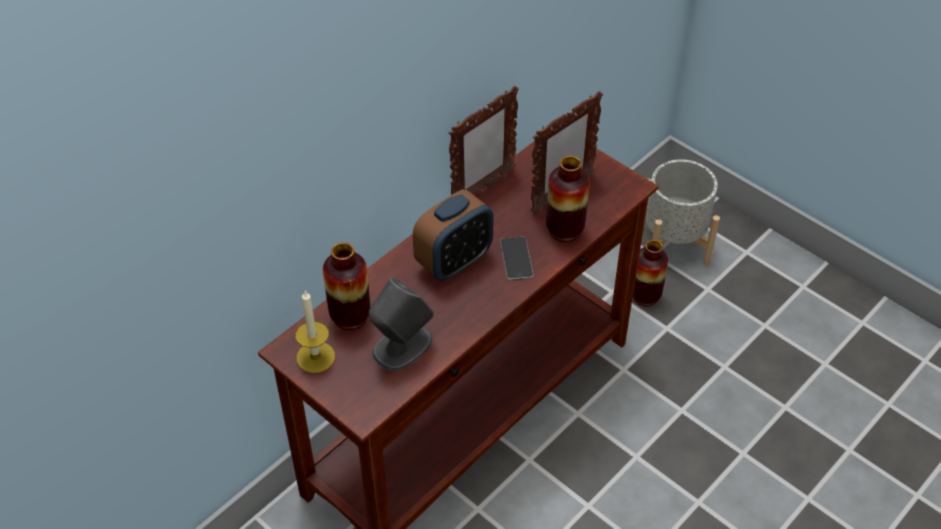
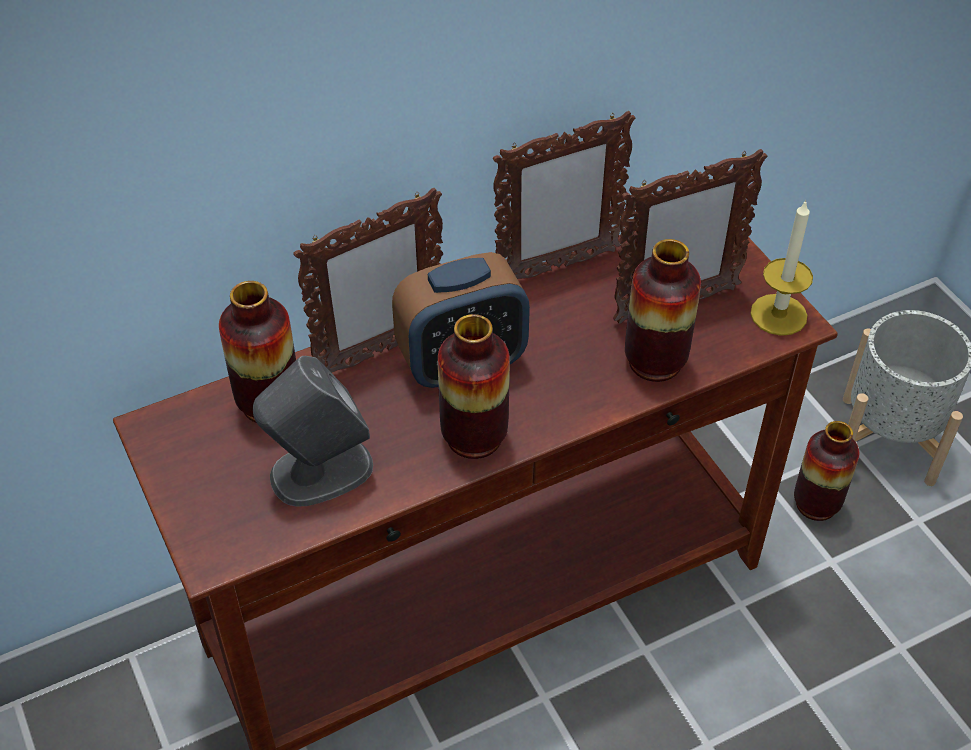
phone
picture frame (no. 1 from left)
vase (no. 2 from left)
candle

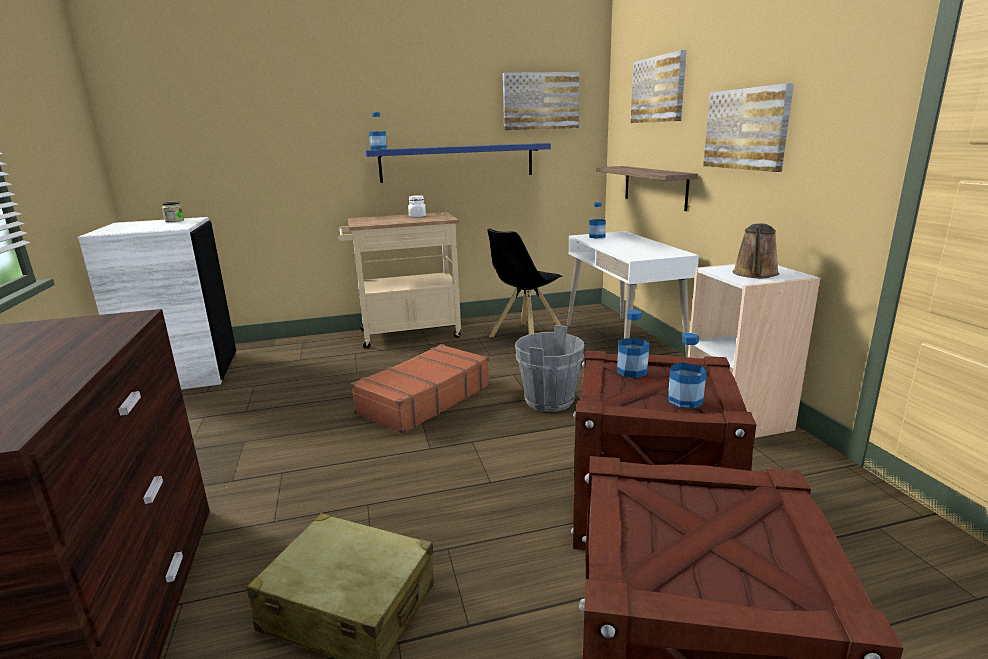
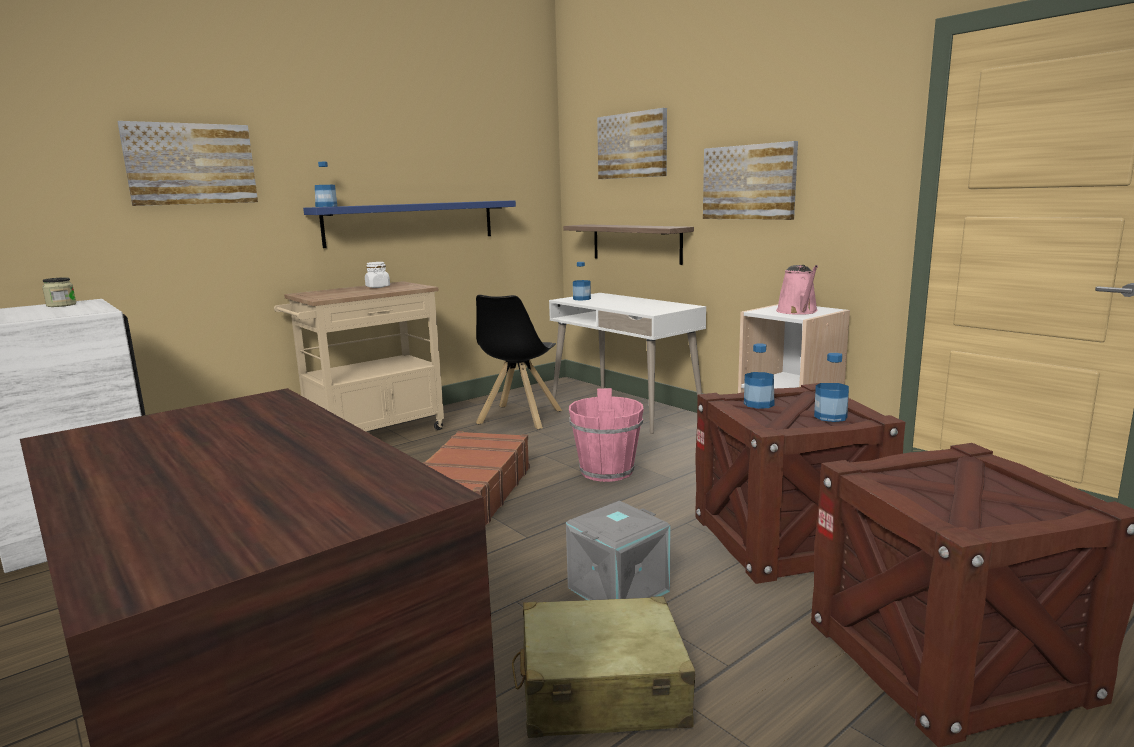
storage box in grey
picture (no. 1 from left)
bucket in pink
watering can in pink

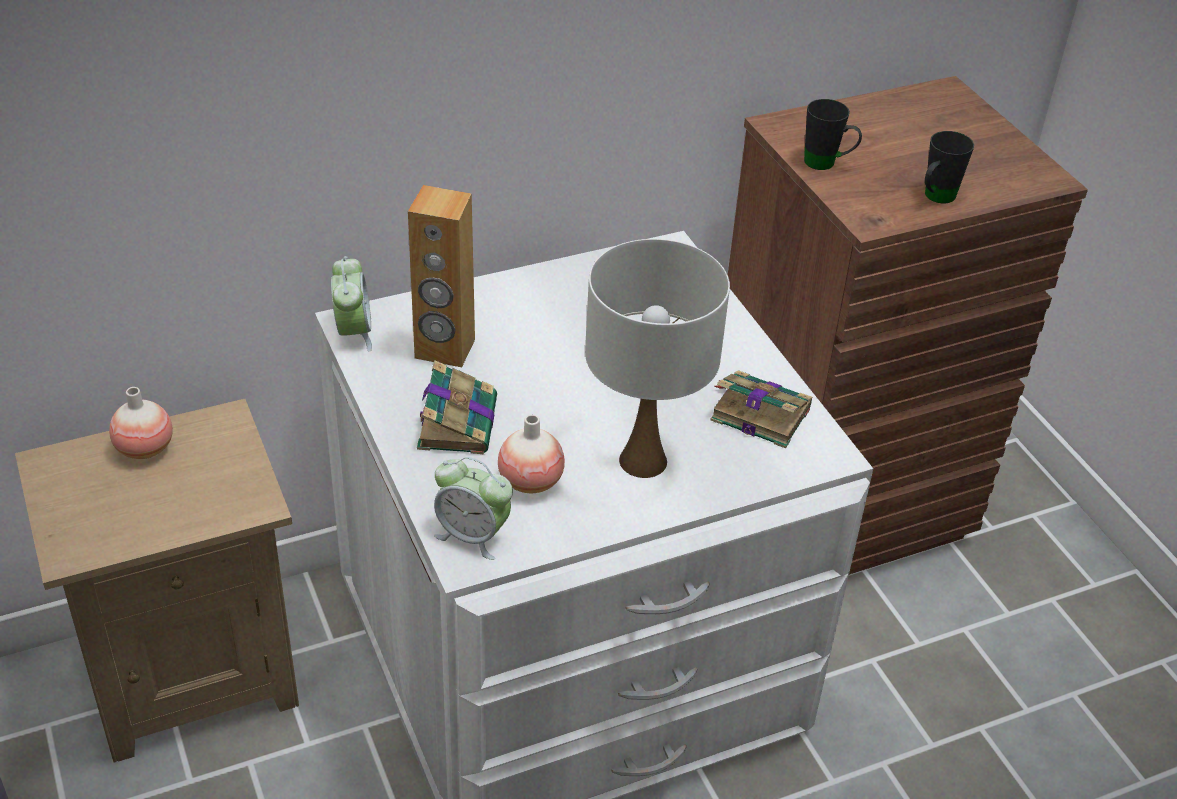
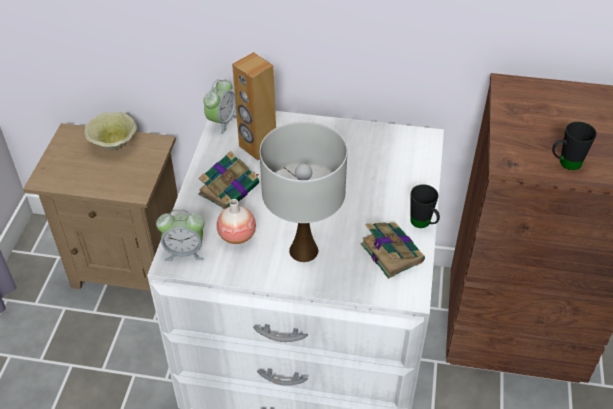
mug in black (no. 1 from left)
bowl in beige
alarm clock (no. 1 from left)

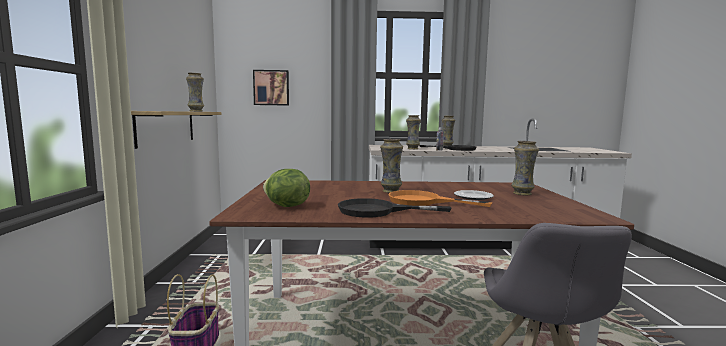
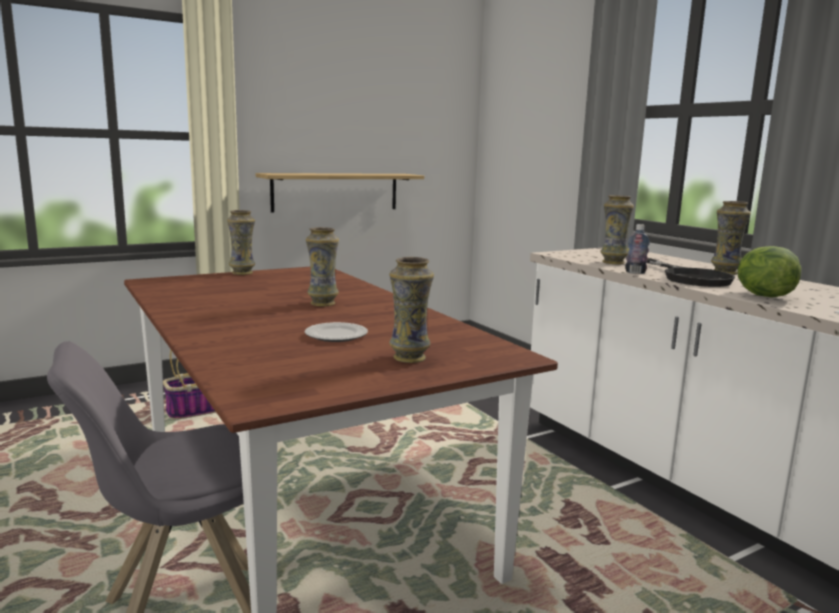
picture
frying pan in black (no. 1 from left in the first image)
frying pan in orange
vase (no. 1 from left)
lettuce

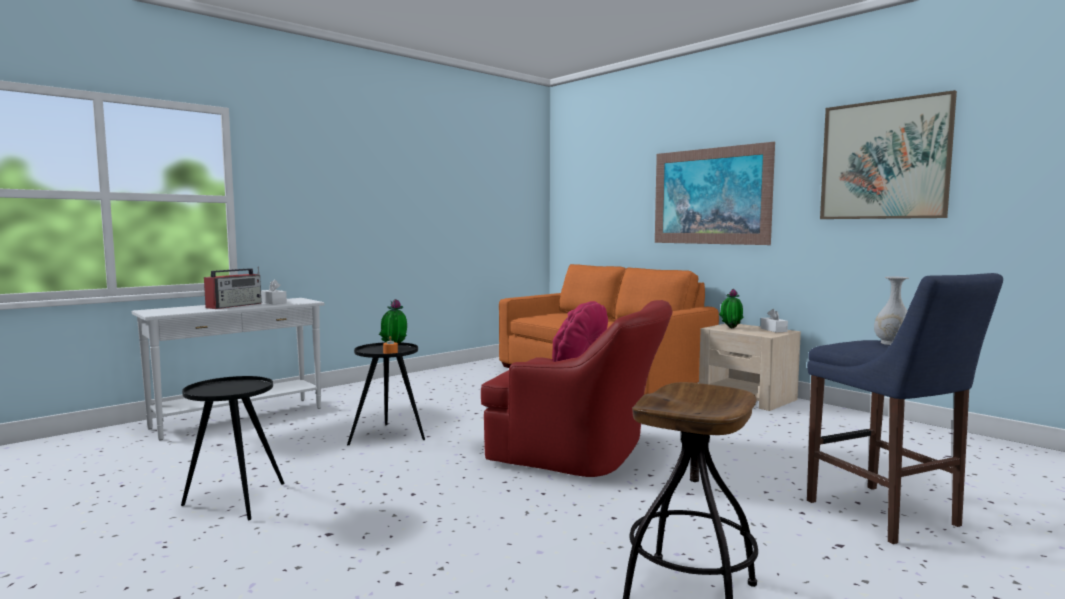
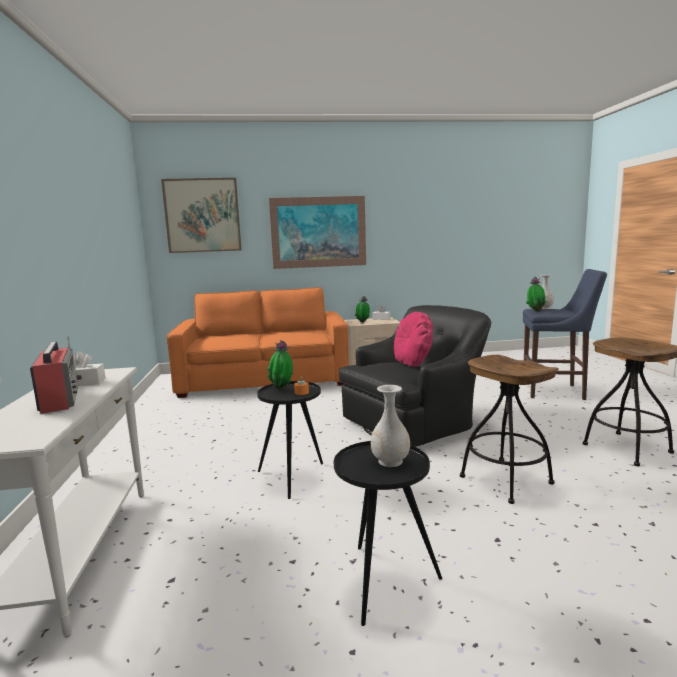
vase in white (no. 1 from left)
stool in brown (no. 1 from left)
potted plant (no. 3 from left)
picture (no. 1 from left)
armchair in black

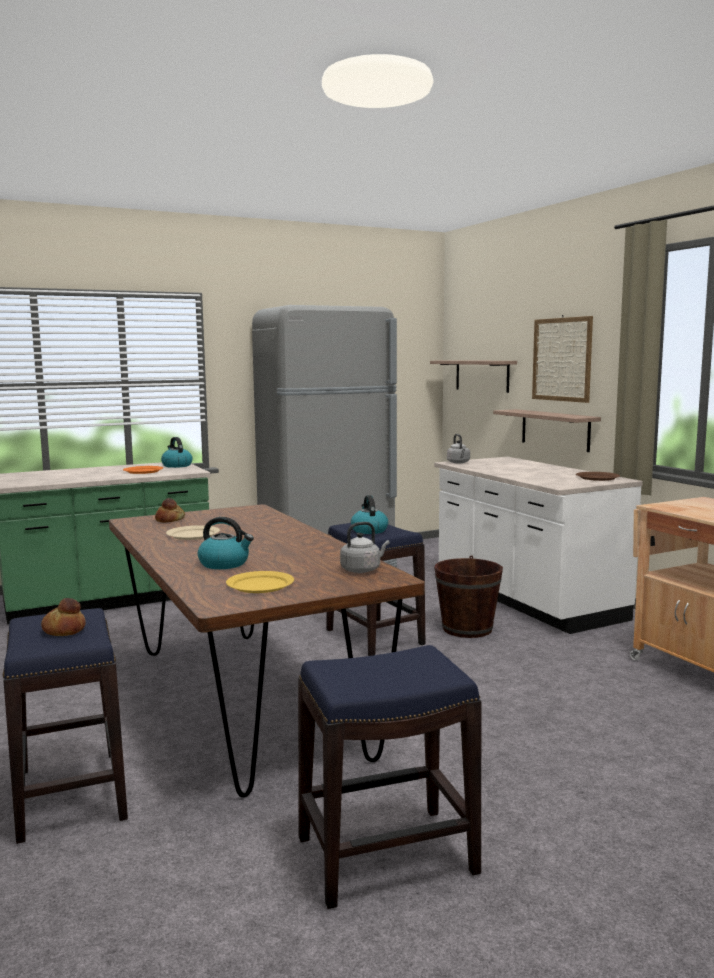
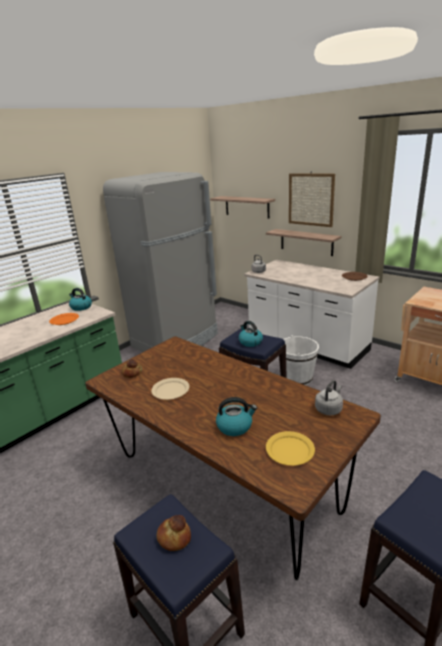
bucket in white

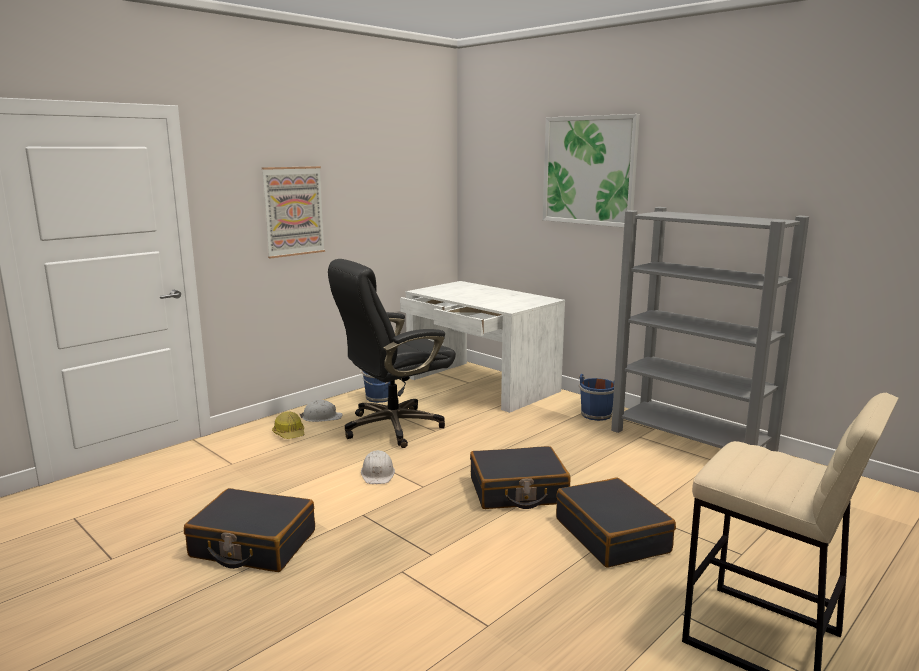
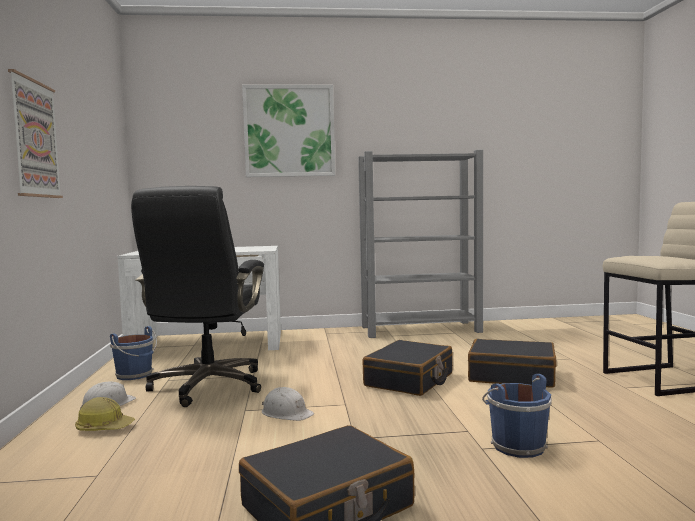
bucket in blue (no. 2 from left)

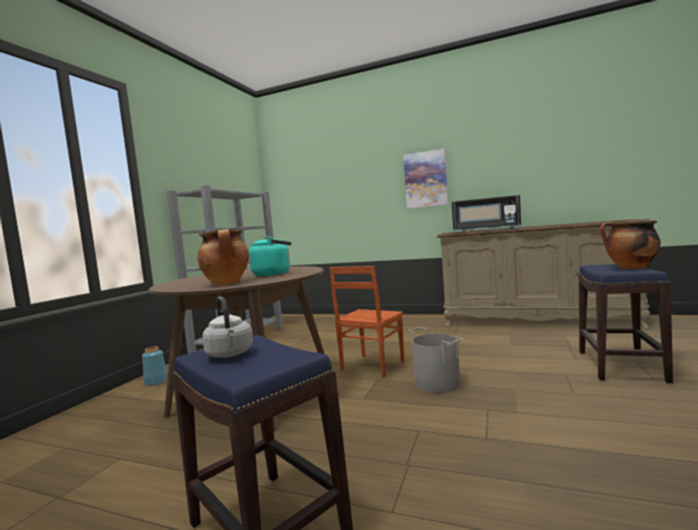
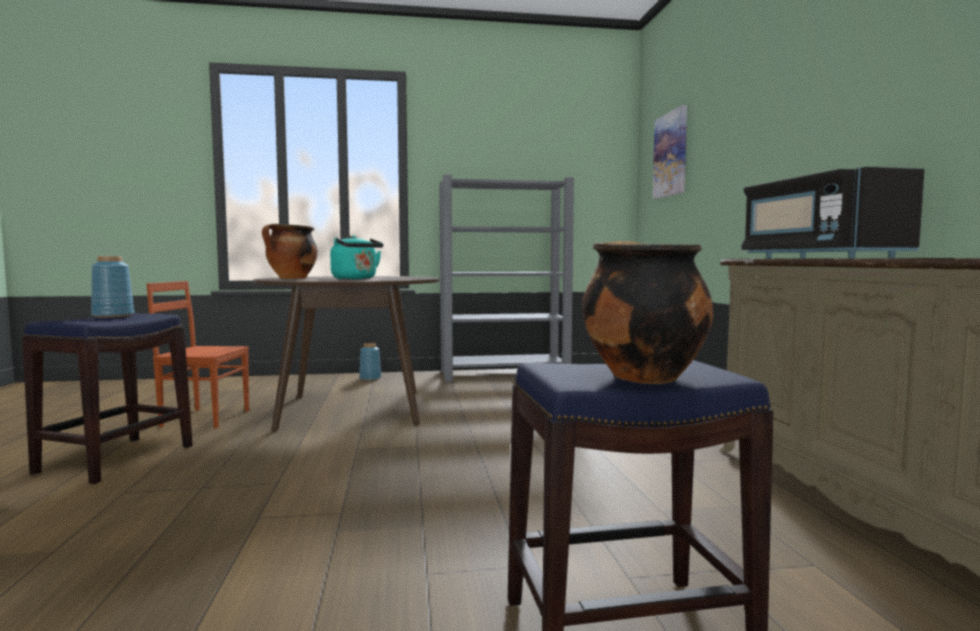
bucket in grey
chair in brown
picture
vase in blue (no. 1 from left)

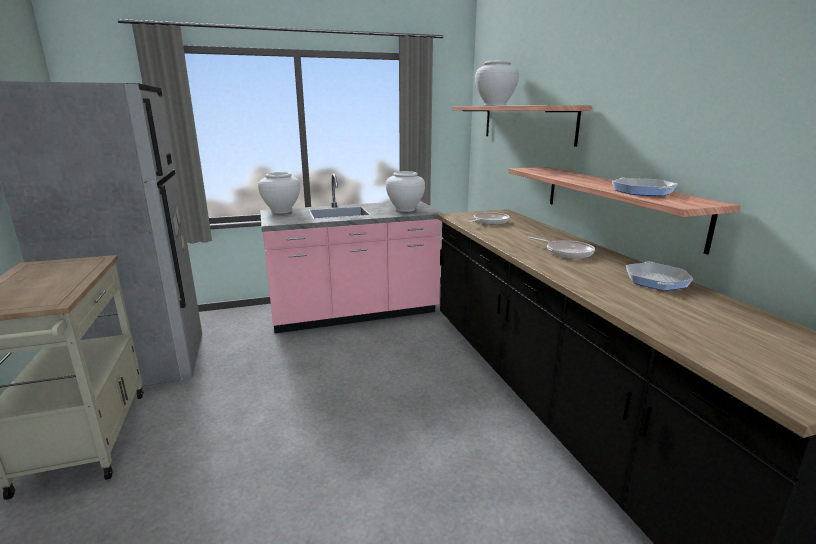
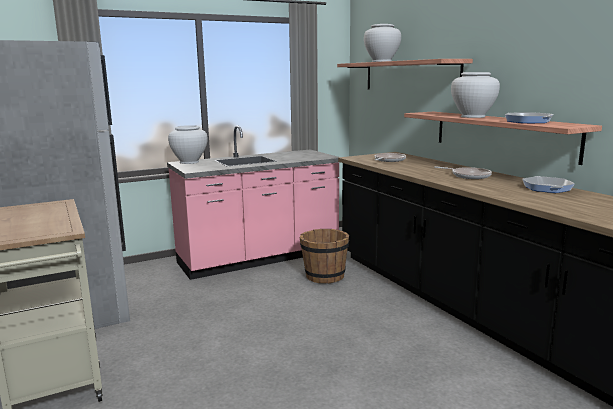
bucket in brown
vase in white (no. 3 from left)

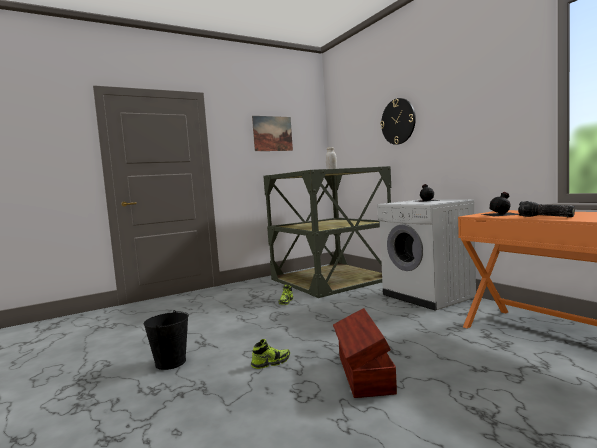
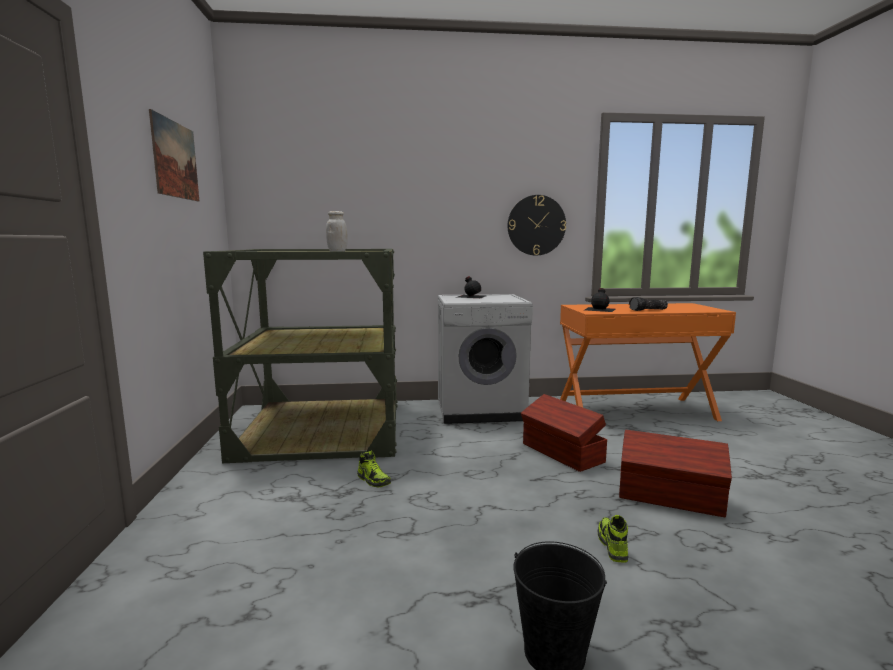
storage box in brown (no. 1 from left)
wall clock

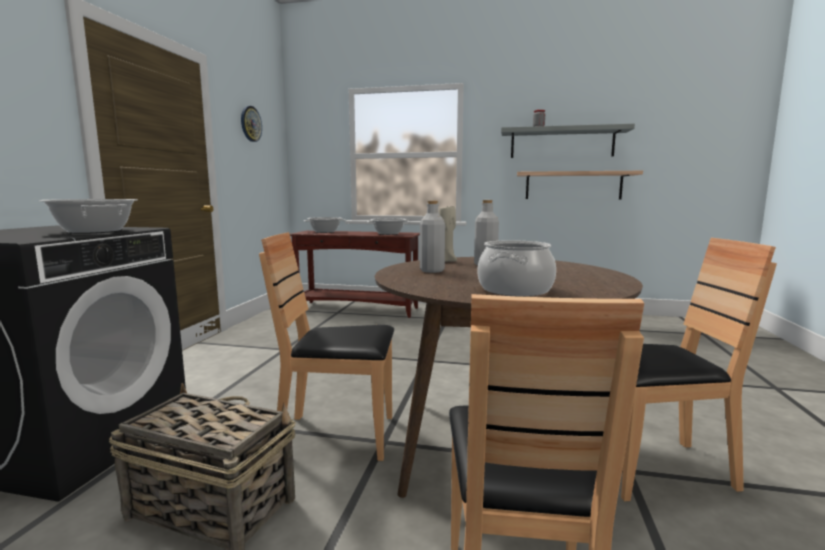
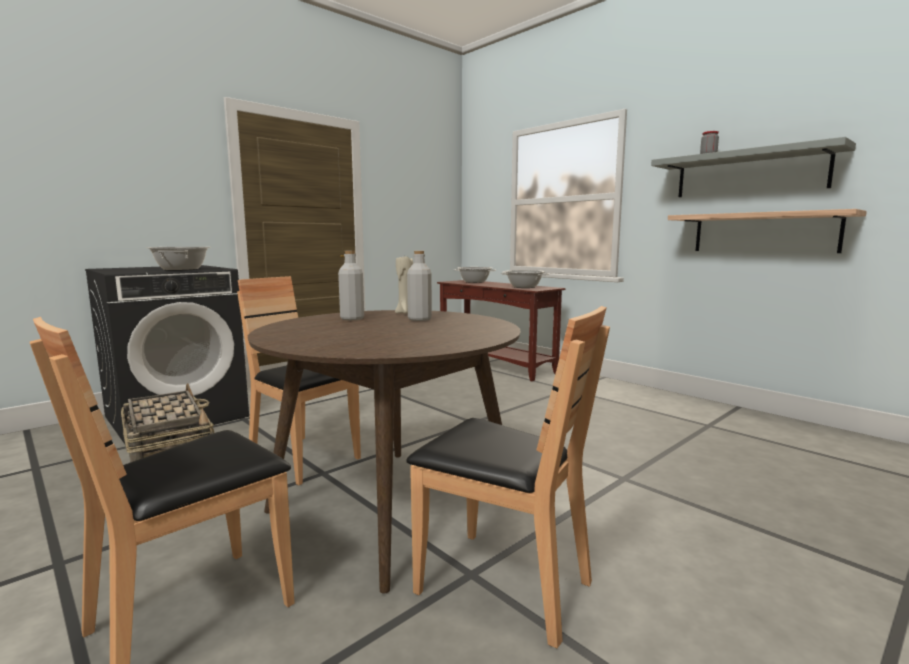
wall clock
cooking pot (no. 4 from left in the first image)

